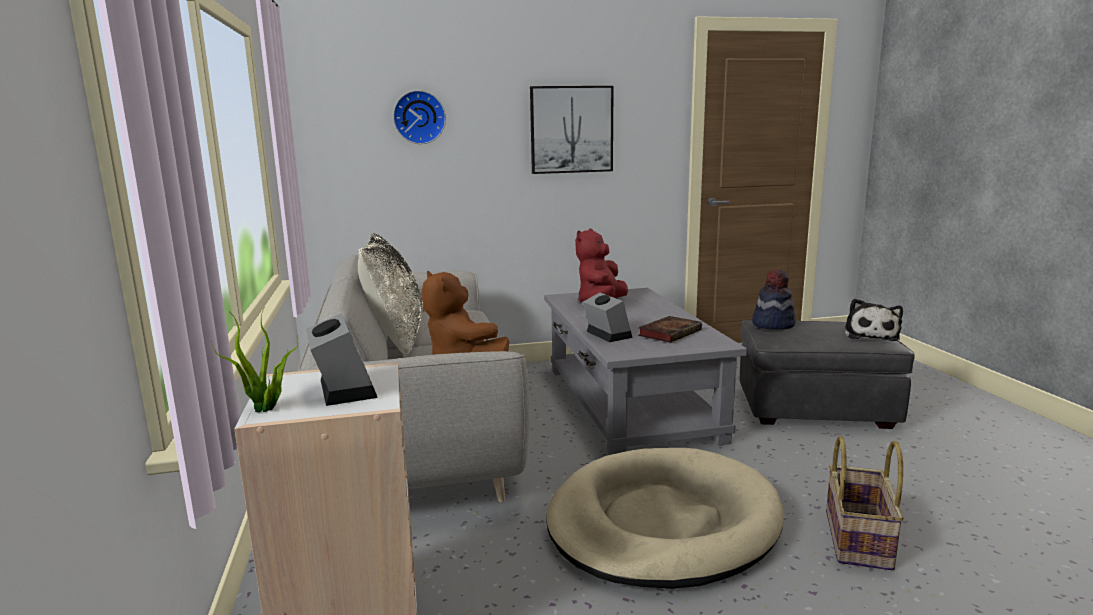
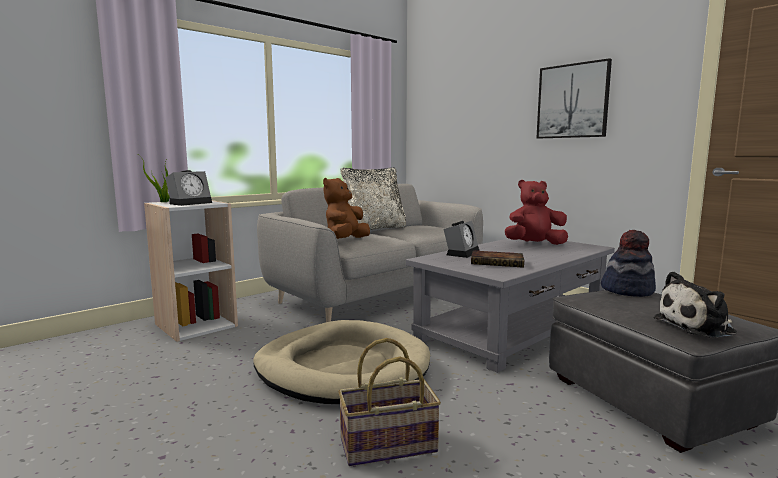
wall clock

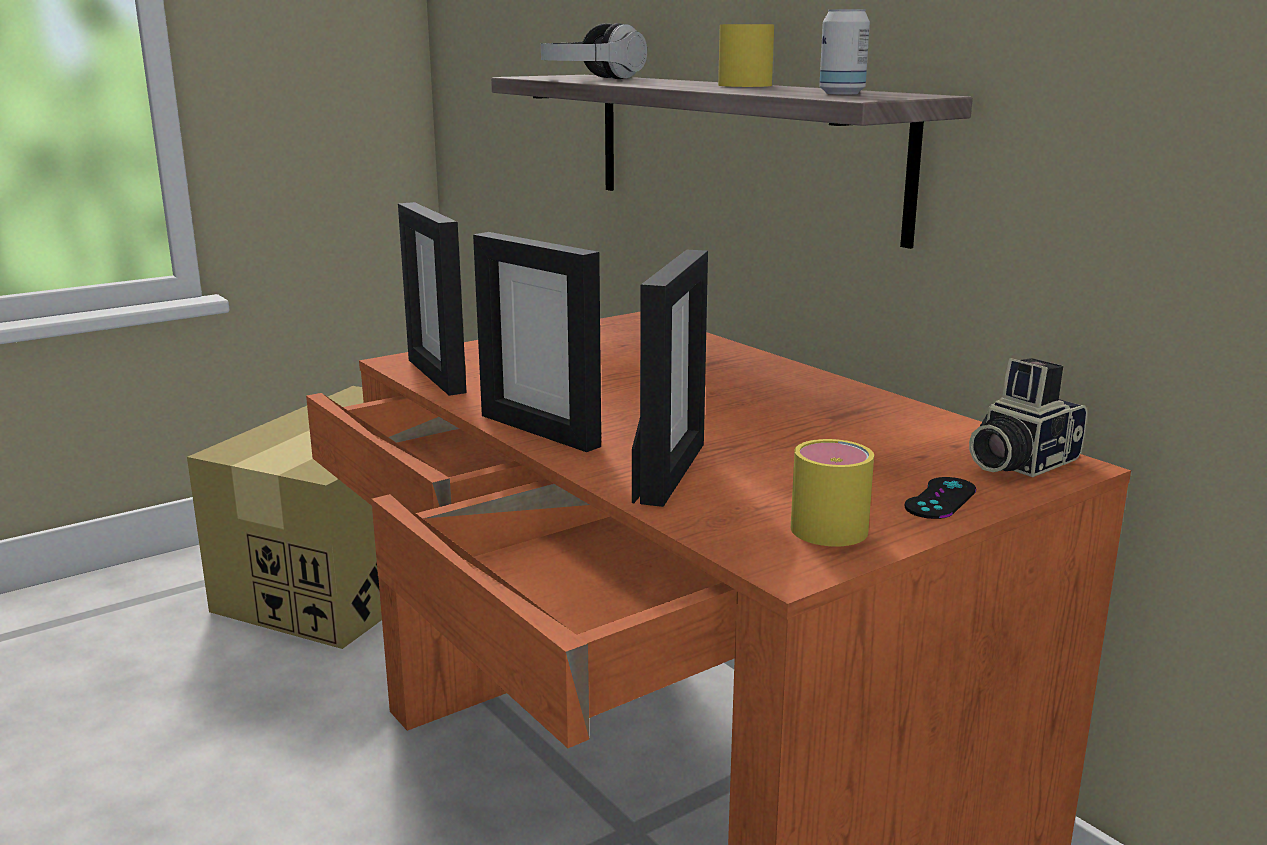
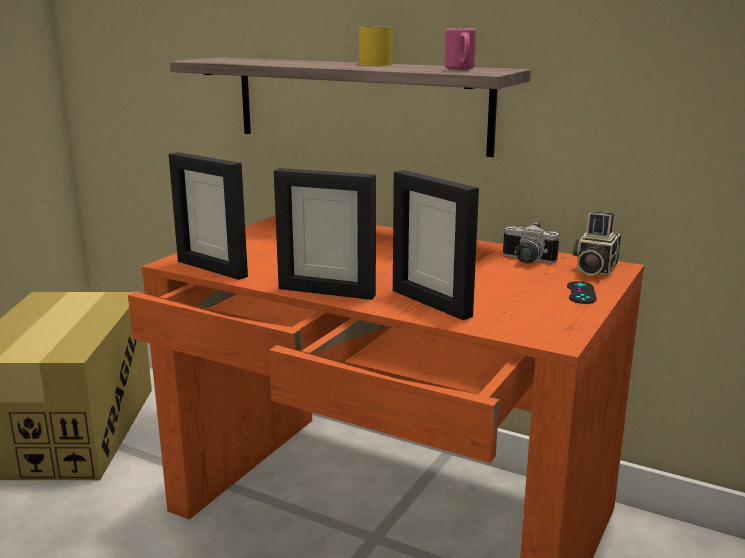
headphones
mug in yellow (no. 2 from left in the first image)
photo camera (no. 1 from left)
mug in pink
picture frame (no. 3 from left)

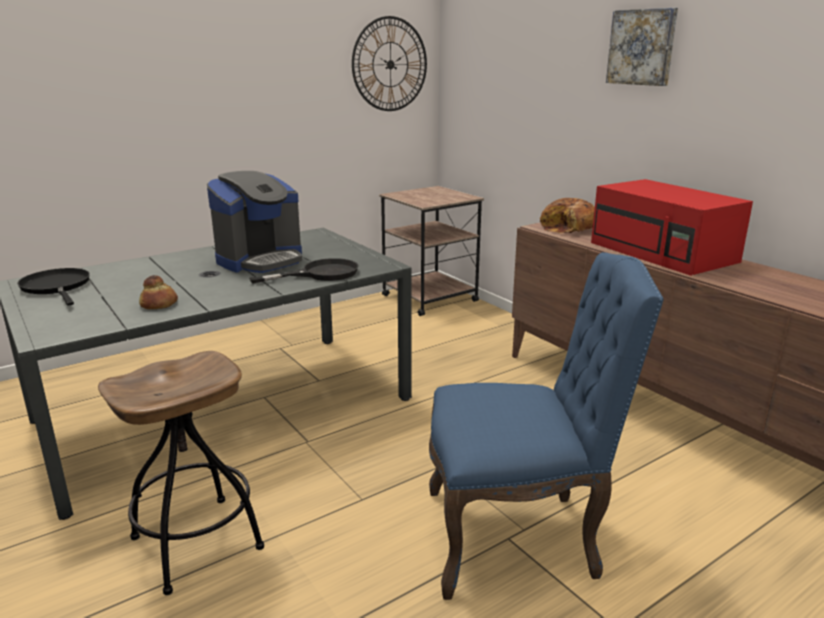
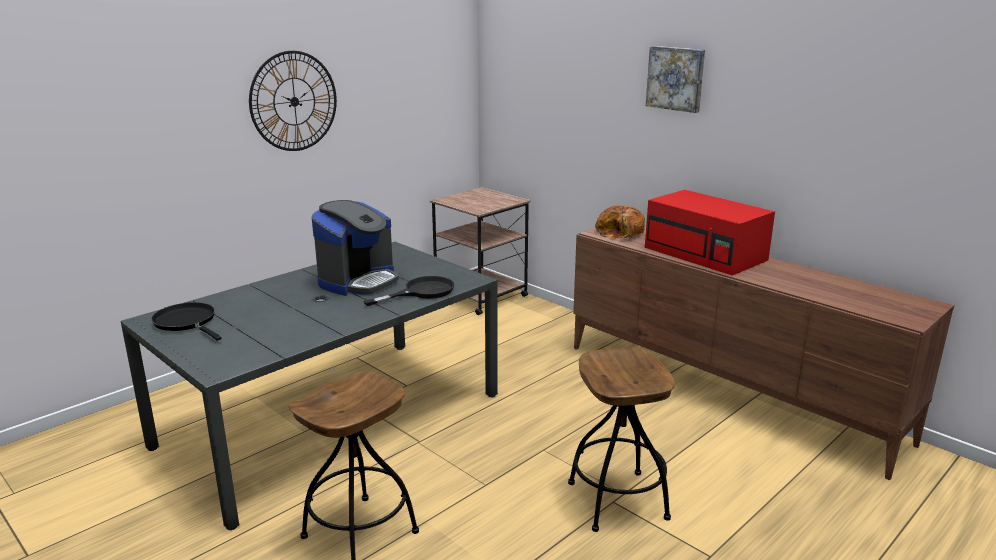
bread (no. 1 from left in the first image)
wall clock
stool in brown (no. 2 from left)

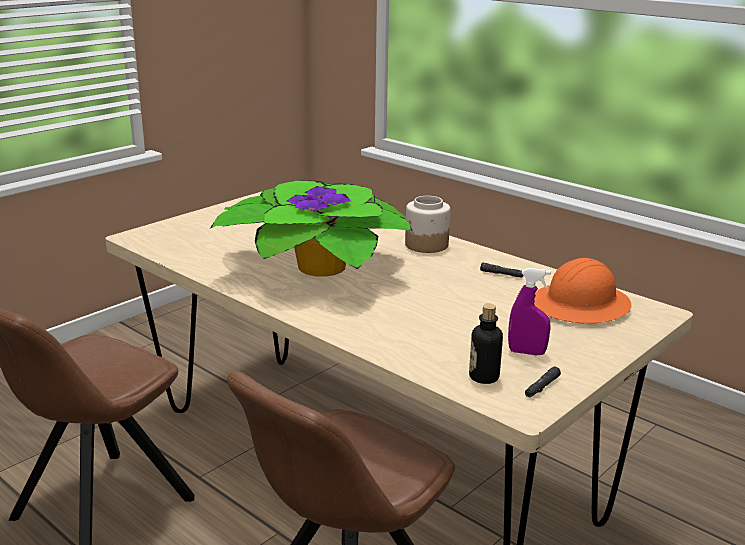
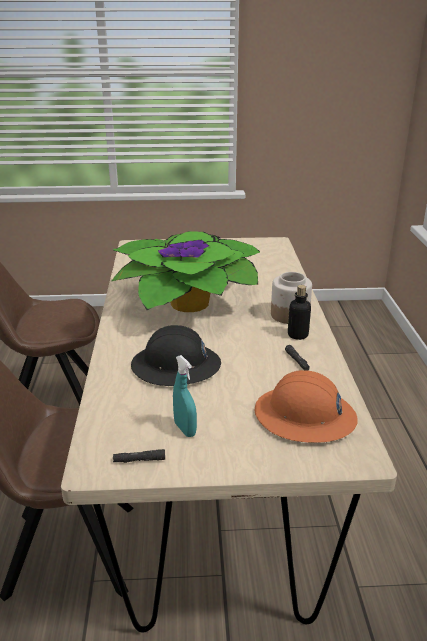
hard hat in black
bottle
spray bottle in turquoise

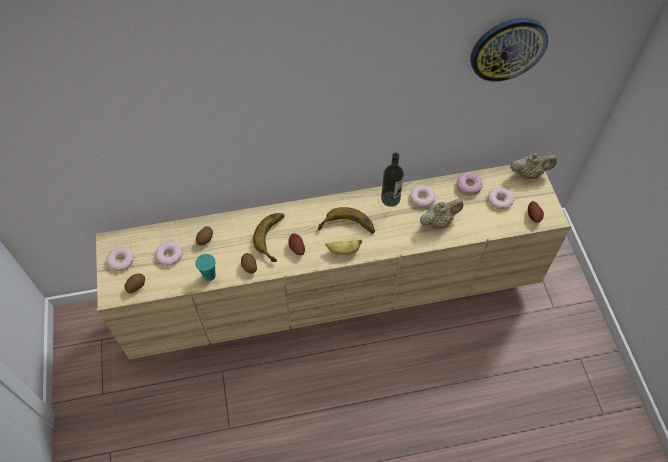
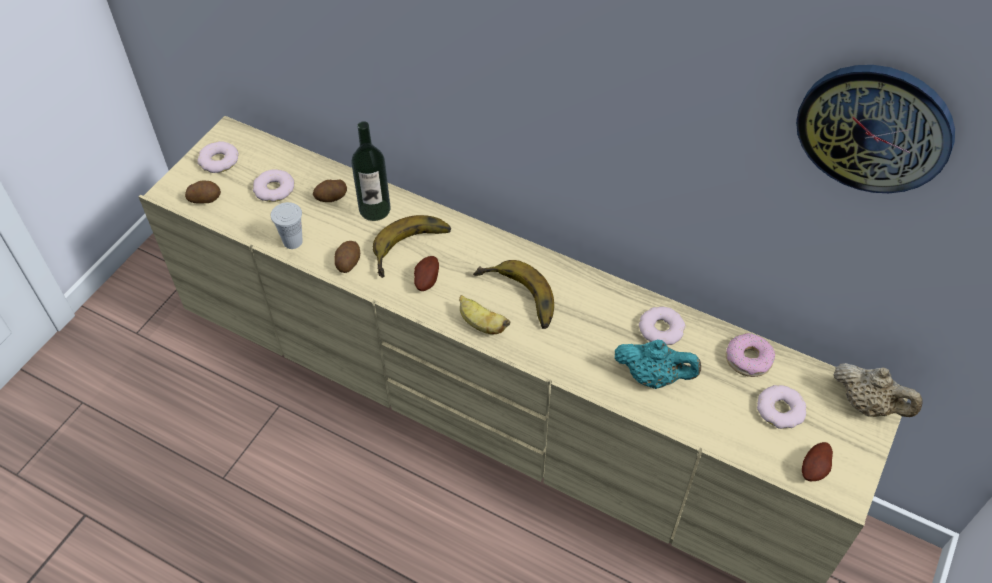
bottle
cup in white
teapot in turquoise

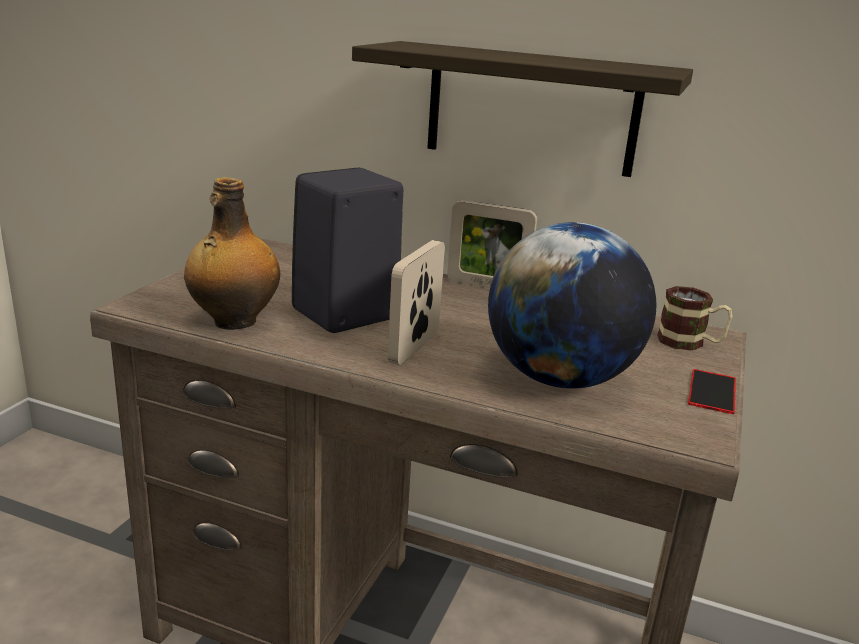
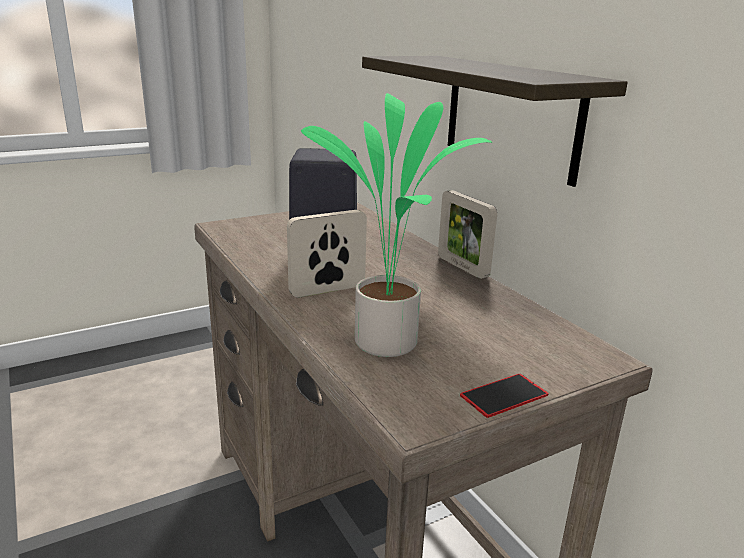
bottle
mug
potted plant

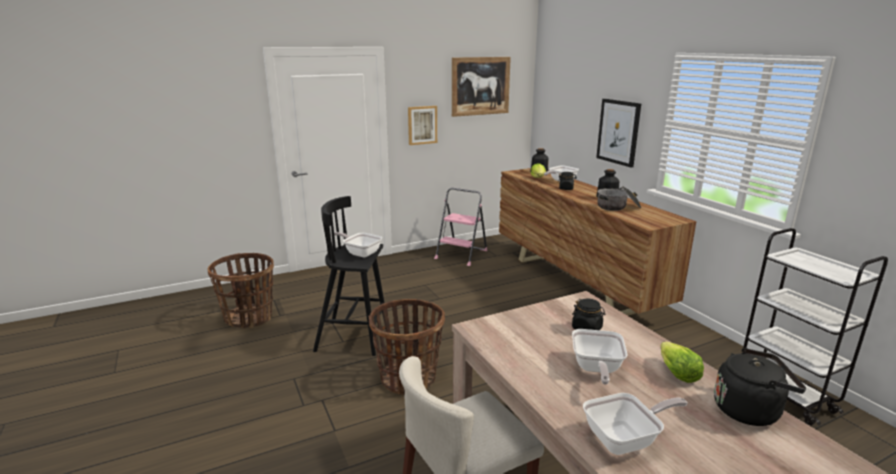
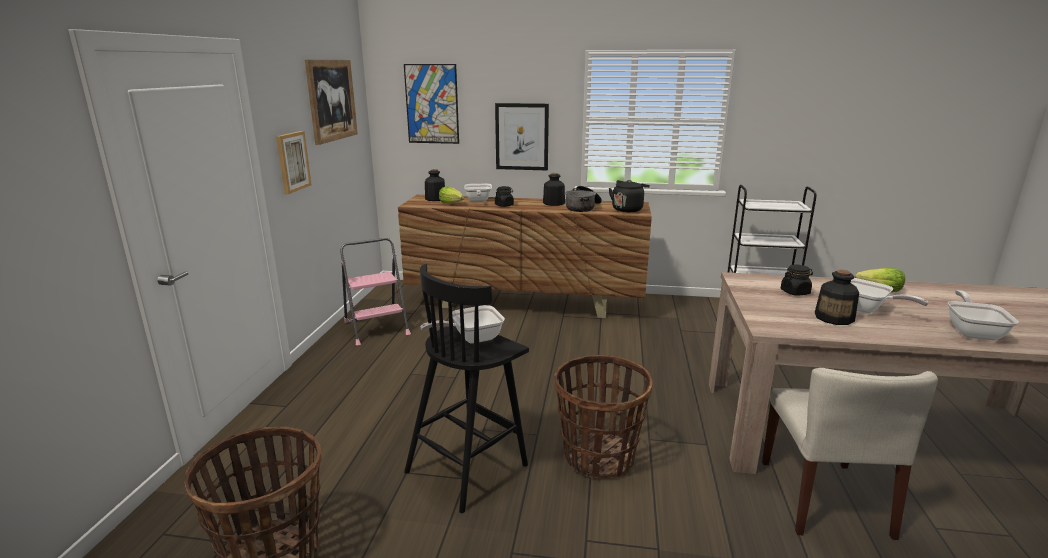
picture (no. 3 from left)
bottle (no. 3 from left)
kettle in black

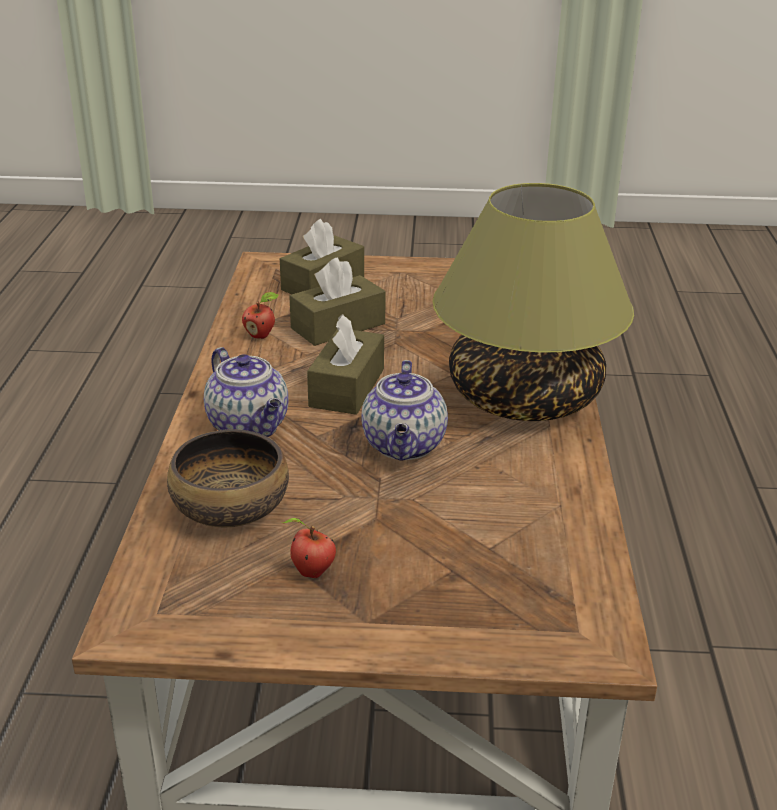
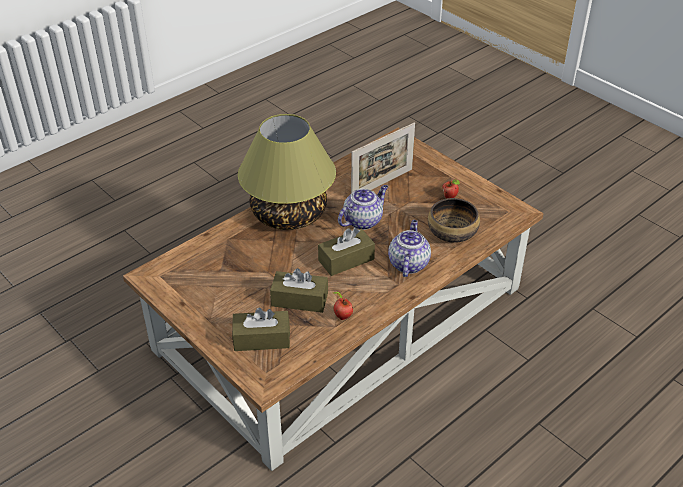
picture frame

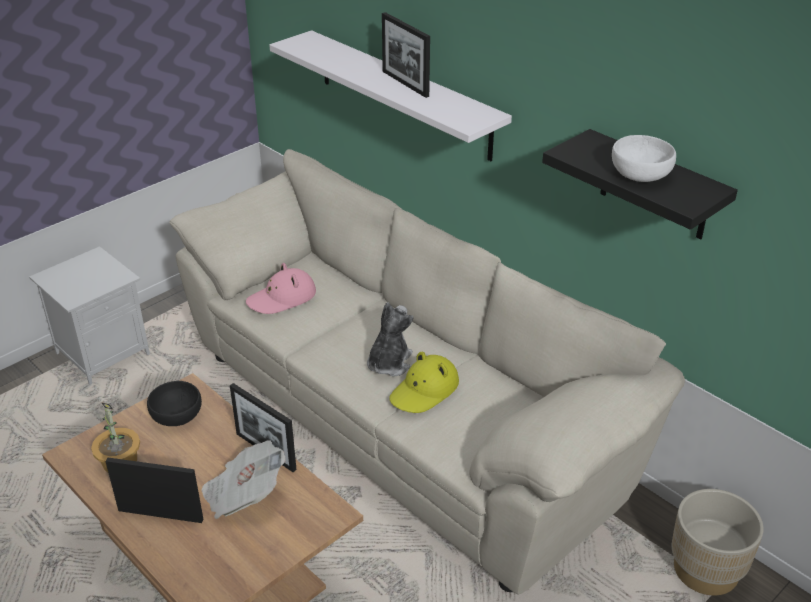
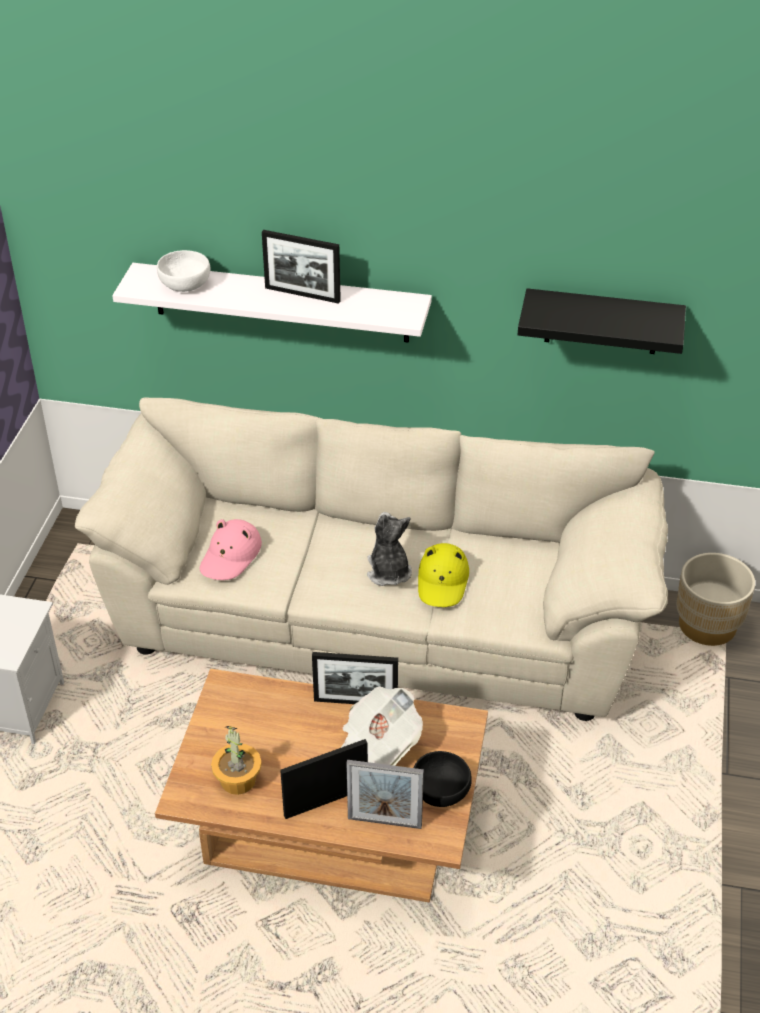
picture frame (no. 4 from left)
bowl in black
bowl in white

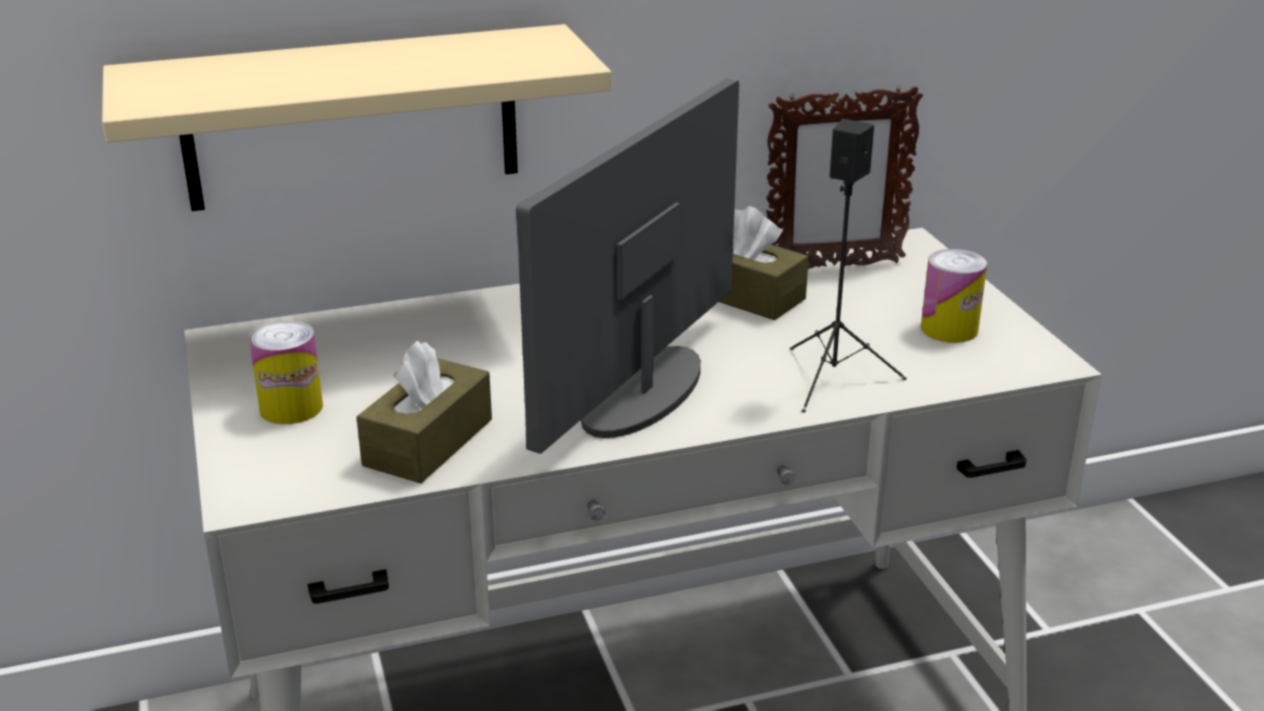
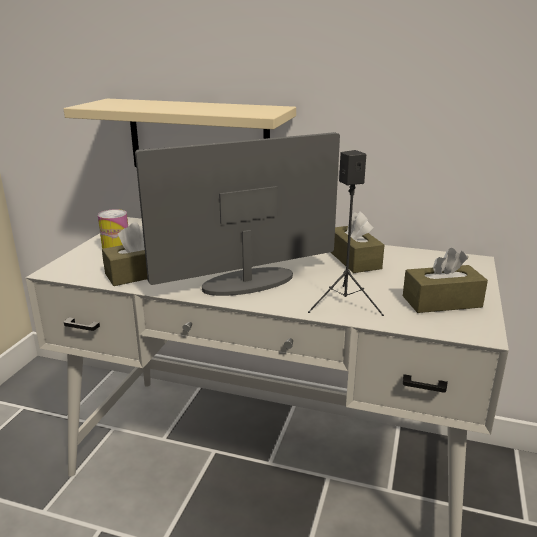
picture frame
tissue box in brown (no. 3 from left)

